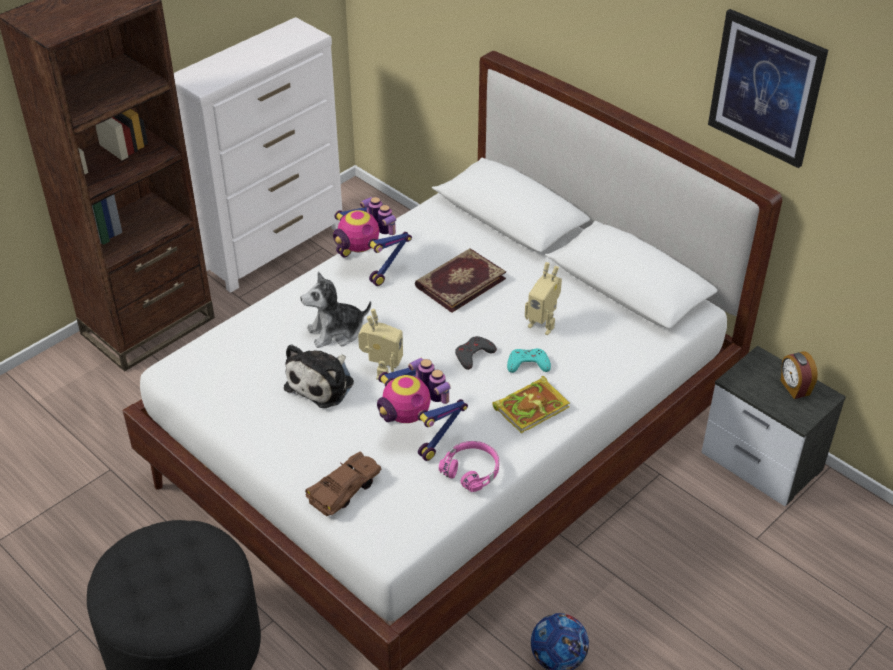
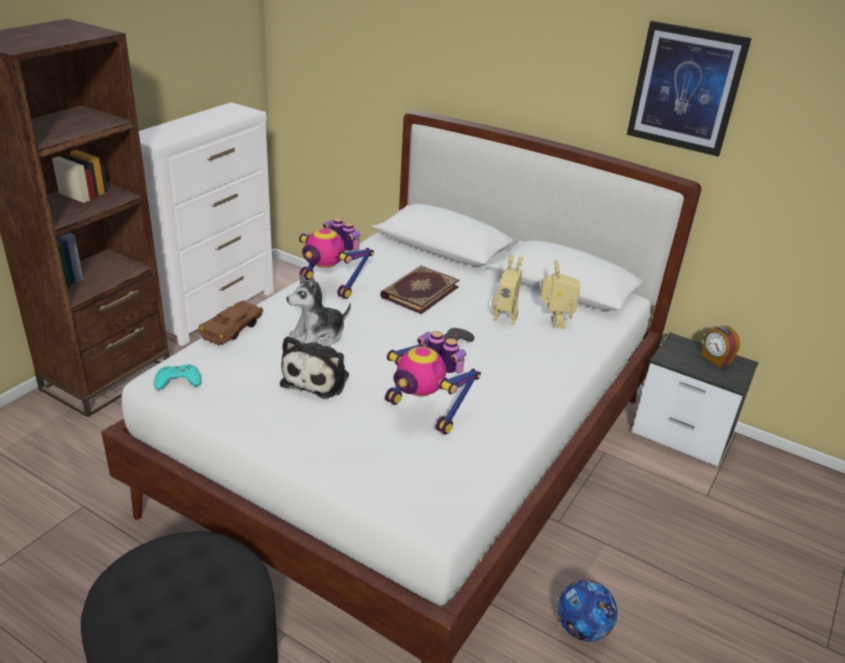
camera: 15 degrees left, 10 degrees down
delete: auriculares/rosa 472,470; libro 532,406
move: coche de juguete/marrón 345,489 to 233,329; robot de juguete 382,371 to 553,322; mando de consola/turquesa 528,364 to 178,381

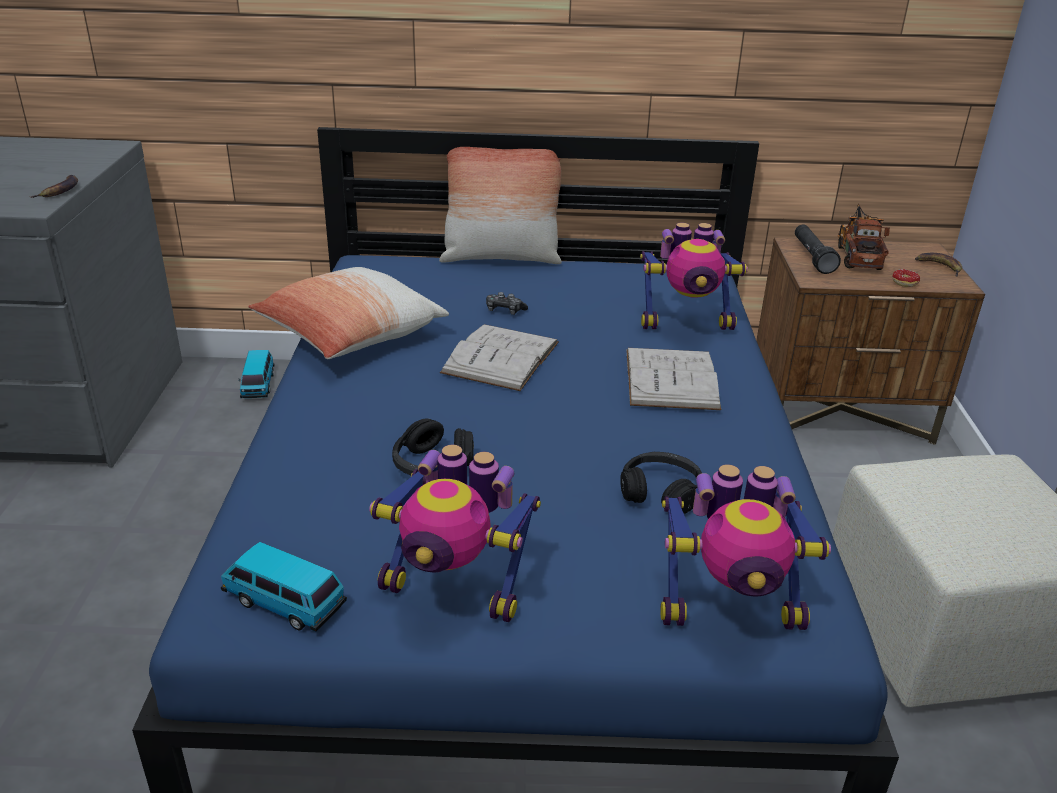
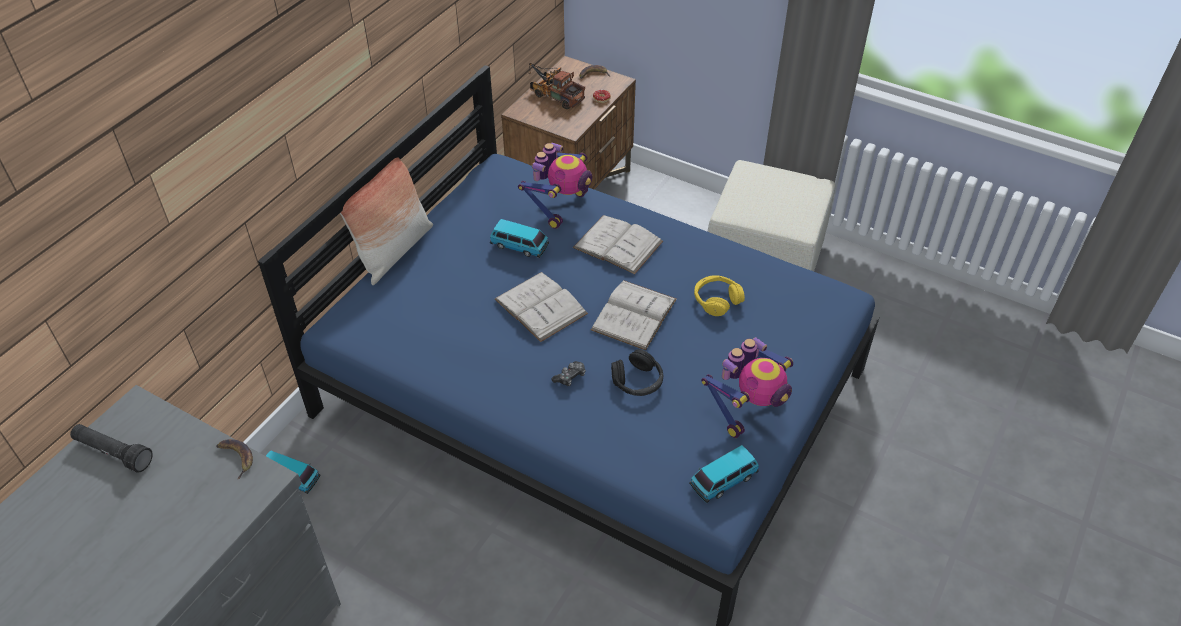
camera: 60 degrees left, 15 degrees up
delete: cojín 349,335; robot de juguete 730,608
insert: coche de juguete 519,246; libro/blanco 634,314
move: mando de consola 504,310 to 570,377; linterna/negro 812,257 to 113,453
recolor: auriculares/negro 661,492 to auriculares/amarillo 716,300

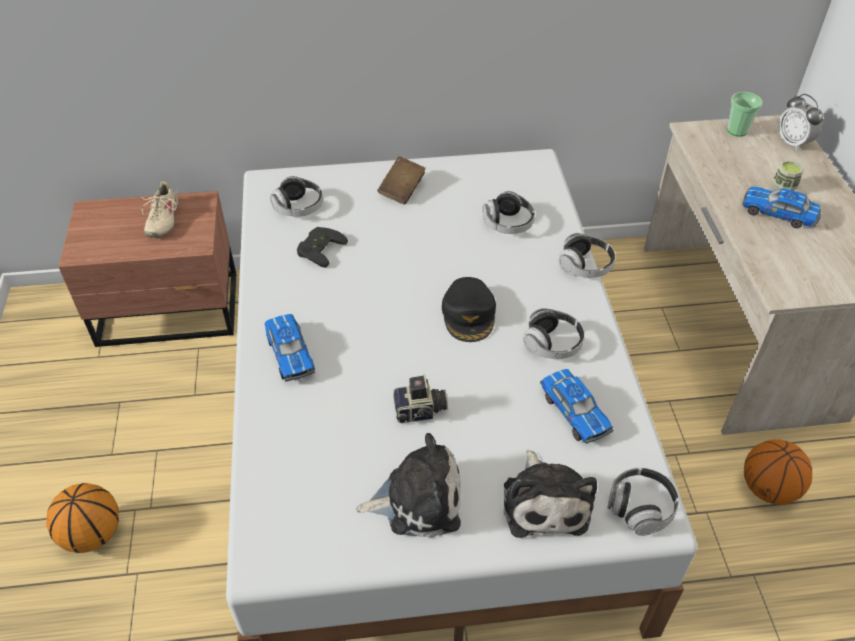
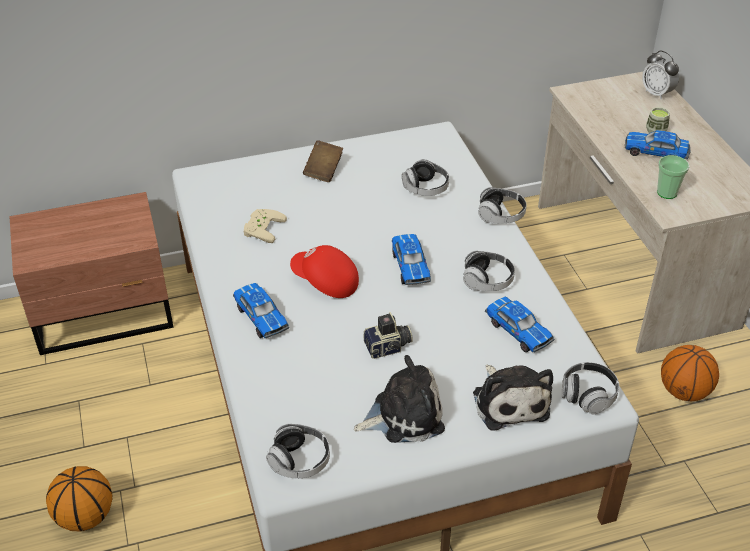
camera: 10 degrees left, 5 degrees down
delete: zapato/beis 162,220
insert: gorra/rojo 325,282
move: auriculares 299,207 to 300,461; taza 737,130 to 667,193
replace: gorra/negro 469,314 to coche de juguete 410,266
recolor: mando de consola/negro 319,248 to mando de consola/beis 261,228

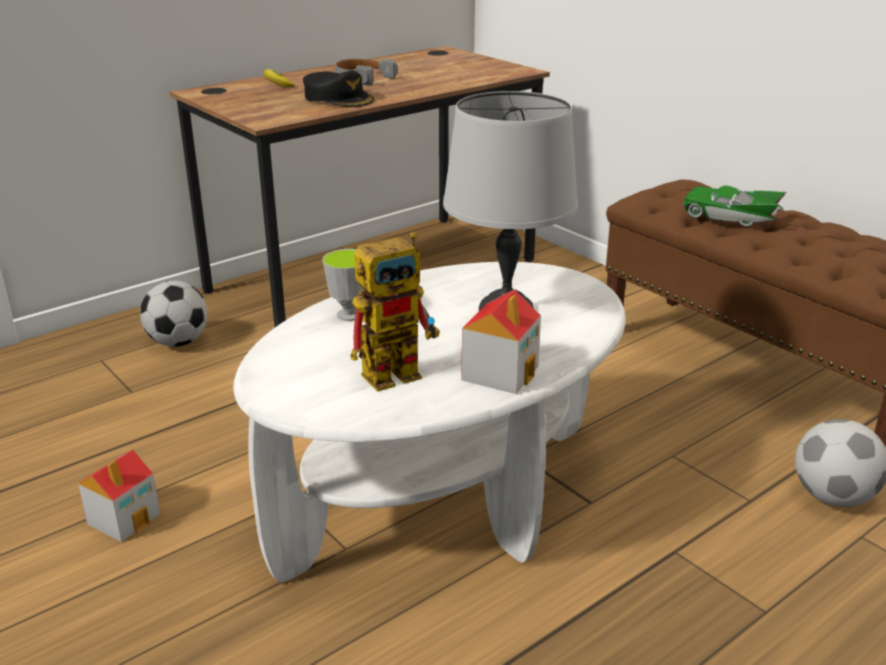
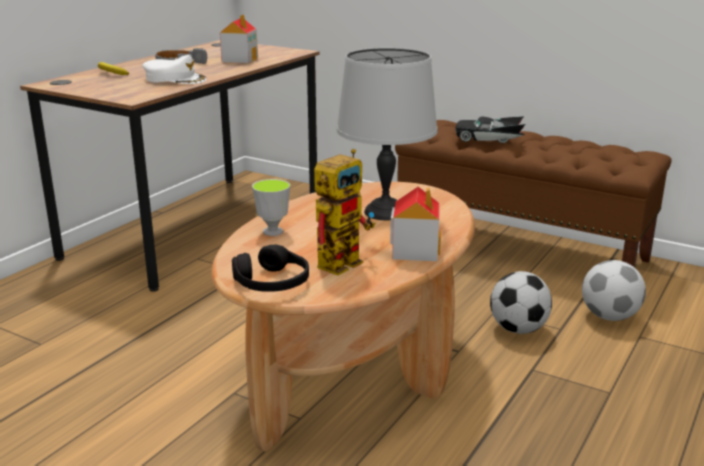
camera: 20 degrees left, 5 degrees down
insert: auriculares/negro 272,282
move: casita 124,518 to 240,59; balón de fútbol 178,342 to 518,329
recolor: mesa de centro/blanco 442,498 to mesa de centro/marrón 351,369; gorra/negro 338,98 to gorra/blanco 175,79; coche de juguete/verde 730,217 to coche de juguete/negro 488,138

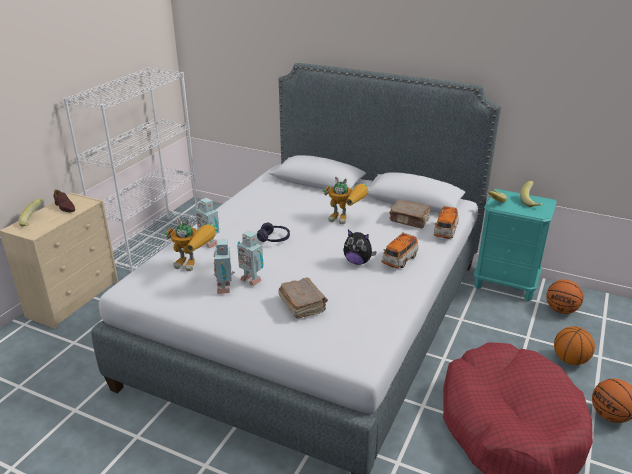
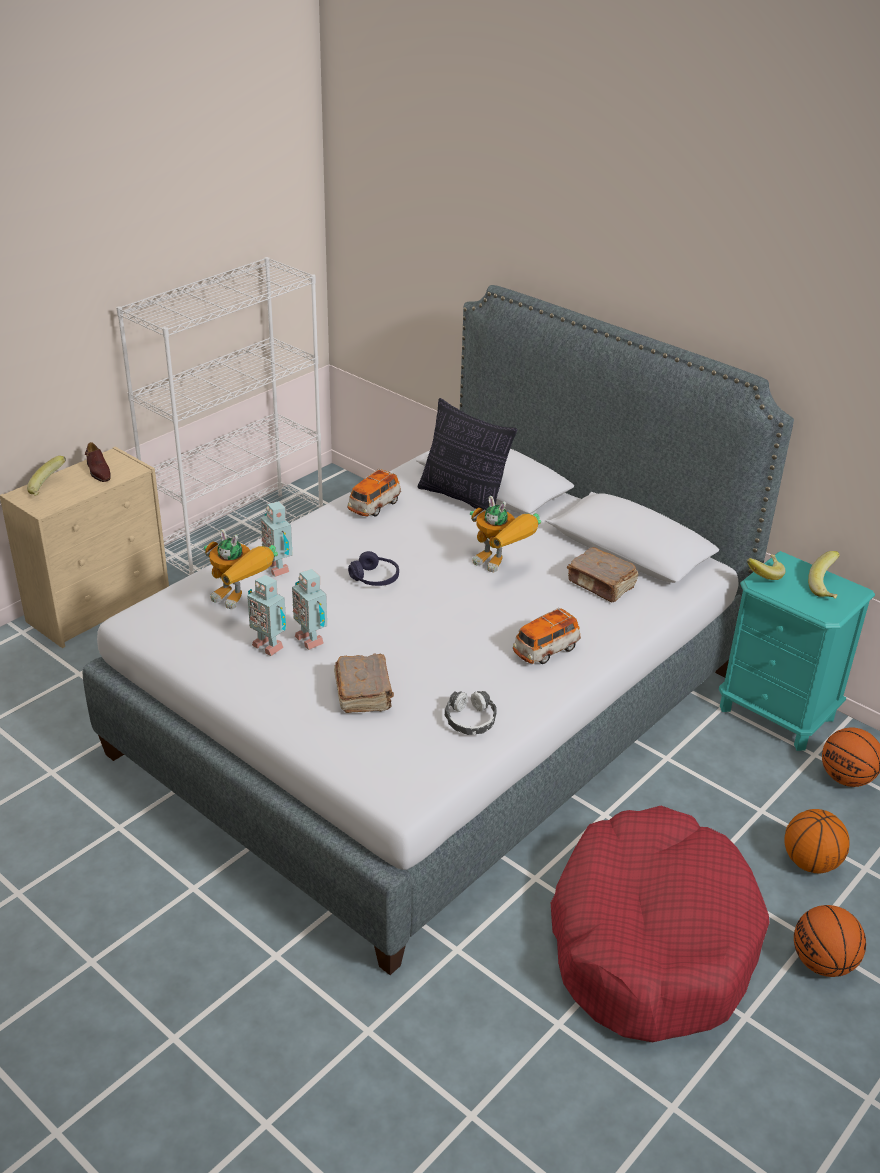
camera: 15 degrees right, 5 degrees up
delete: peluche 358,262
insert: cojín 464,499; auriculares 470,720
move: coche de juguete 445,232 to 374,506
rotate: robot de juguete 225,288 = 269,645 60 degrees counterclockwise

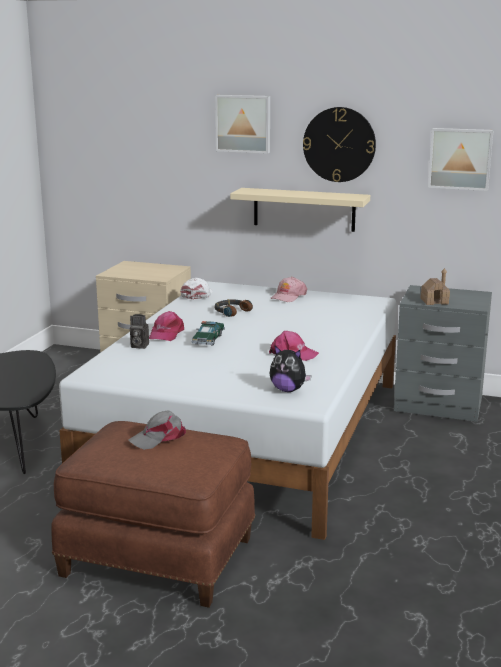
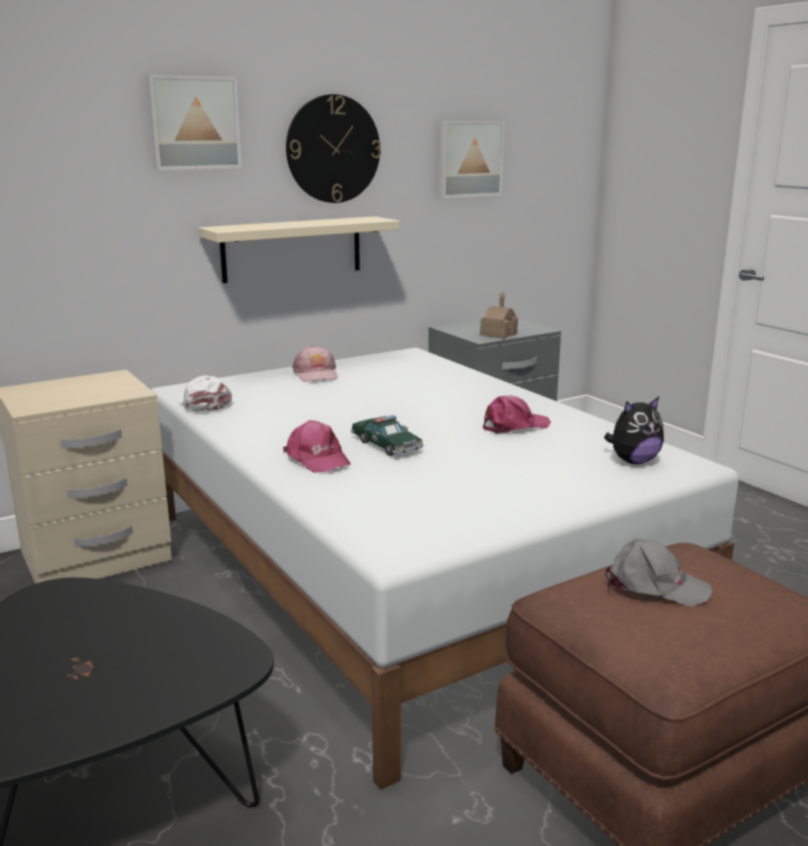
camera: 50 degrees left, 0 degrees up
delete: cámara 138,346; auriculares 231,311
rotate: gorra/gris 159,438 = 654,586 75 degrees counterclockwise

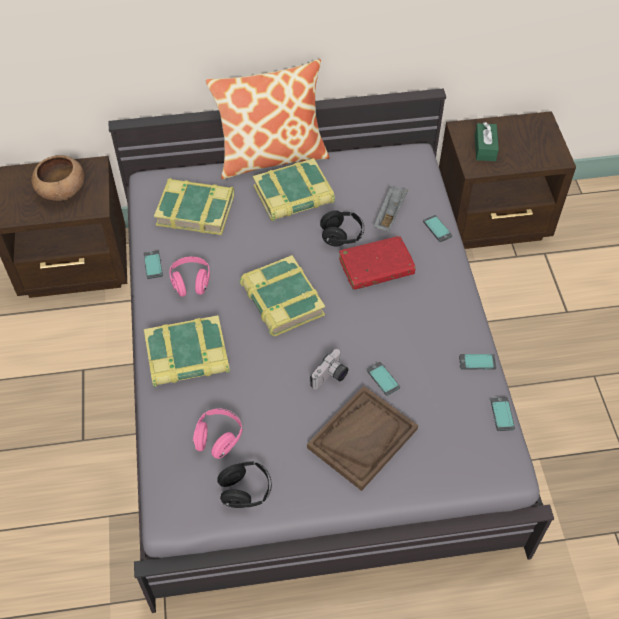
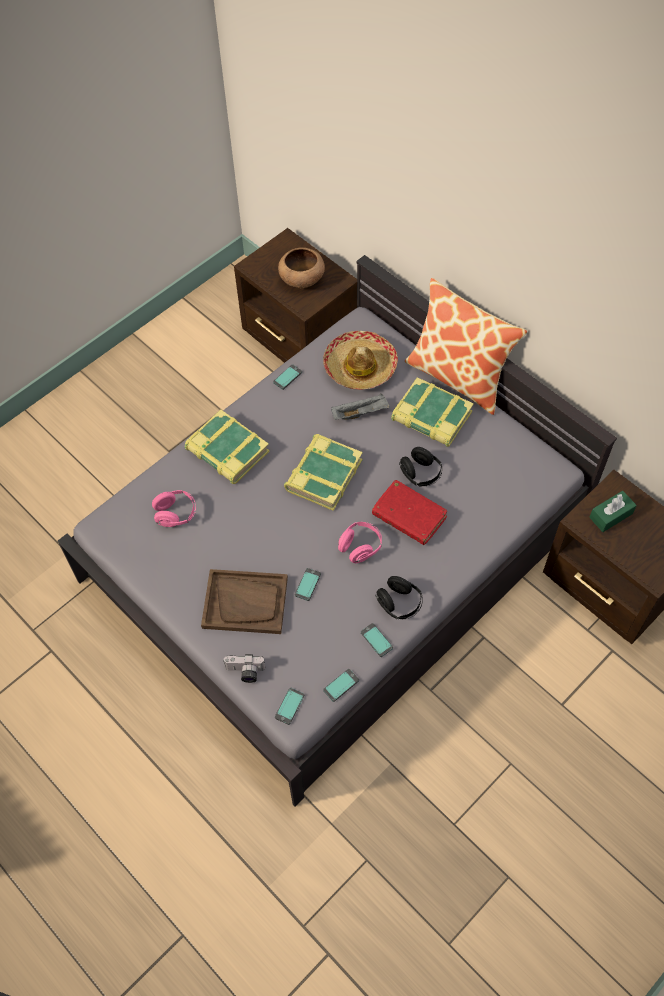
camera: 55 degrees right, 5 degrees up
move: auriculares/rosa 191,283 to 360,547; auriculares/negro 245,491 to 399,604; cámara 330,377 to 245,672; bandeja/gris 389,214 to 360,413; móvil 437,229 to 289,706
replace: libro 196,210 to sombrero 359,367

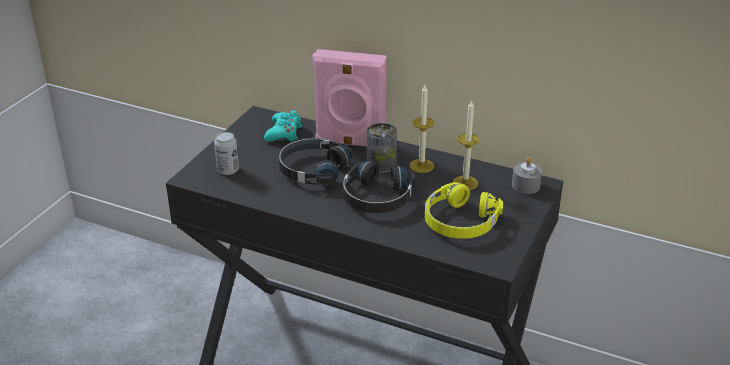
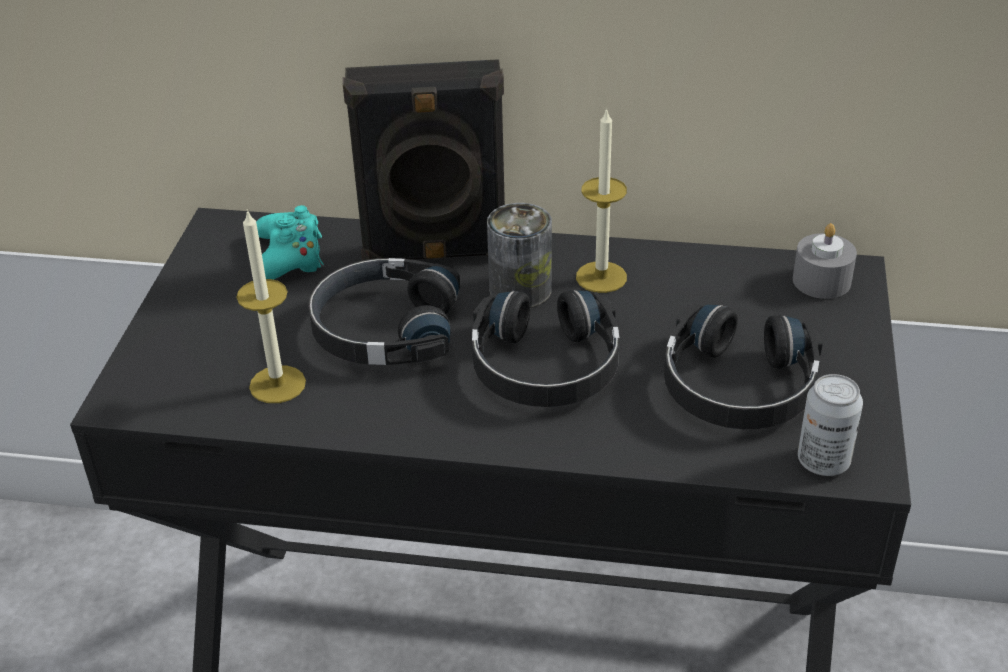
camera: 15 degrees left, 5 degrees up
move: lata 228,170 to 823,461; vela 465,183 to 277,384
recolor: altavoz/rosa 350,143 to altavoz/negro 435,254; auriculares/amarillo 459,221 to auriculares/negro 738,387

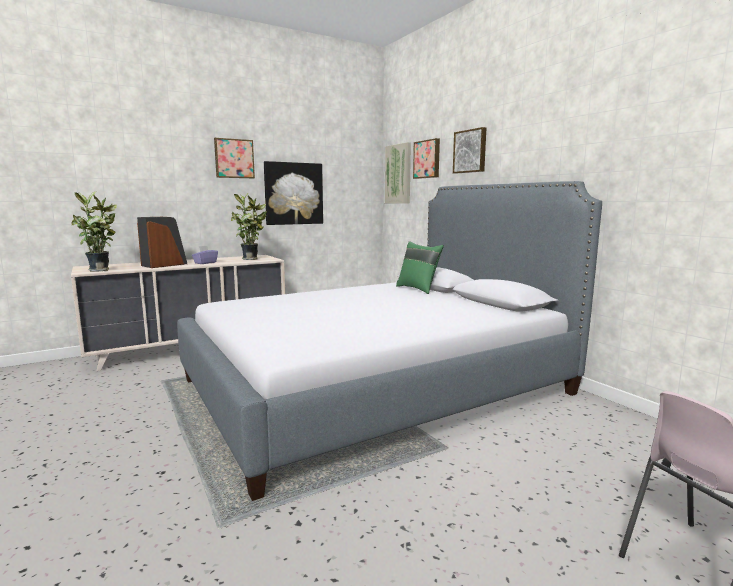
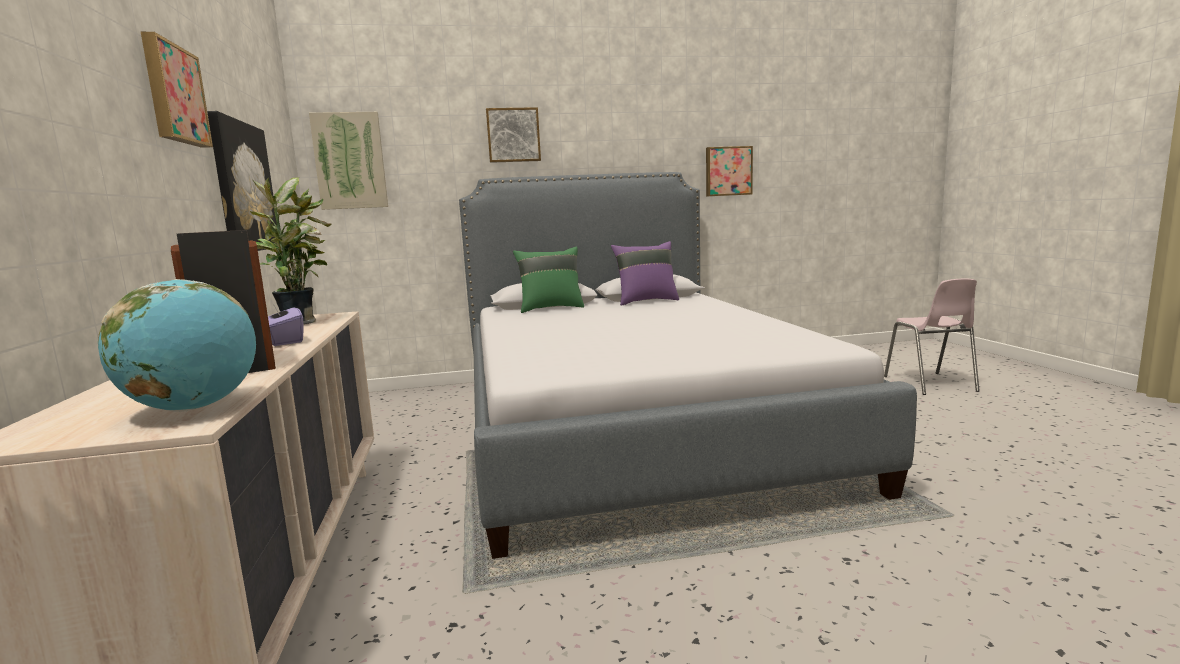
camera: 70 degrees left, 0 degrees up
insert: cojín/morado 646,301
move: cuadro 427,159 to 728,171
replace: planta en maceta 101,270 to globo terráqueo 194,408

